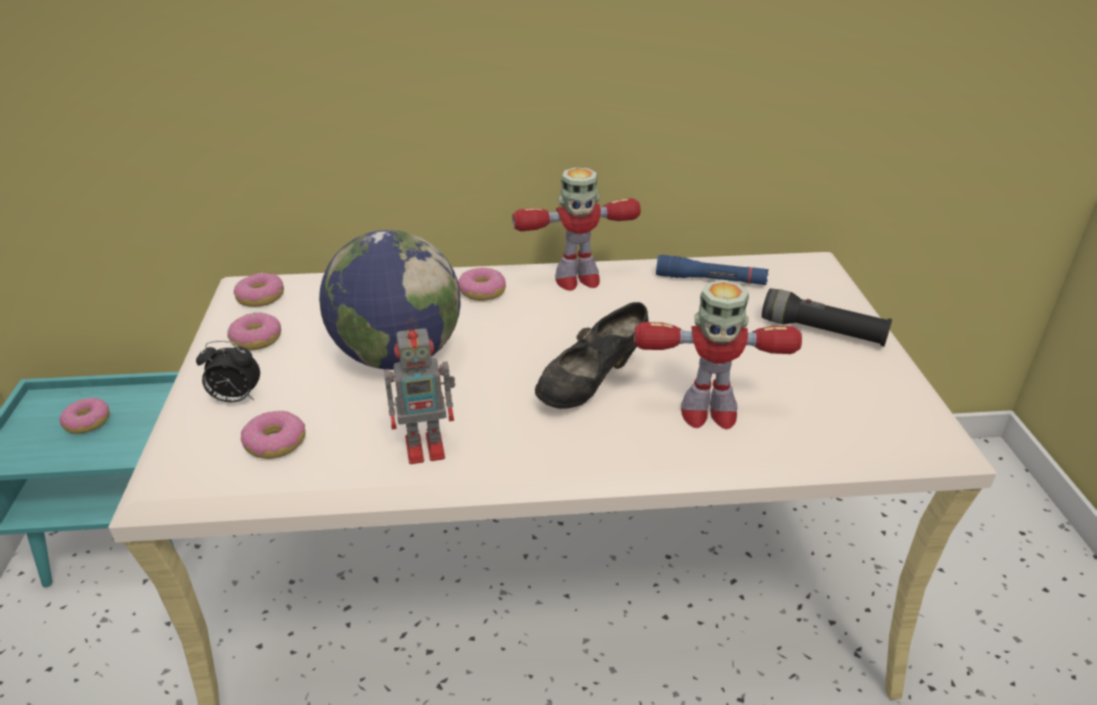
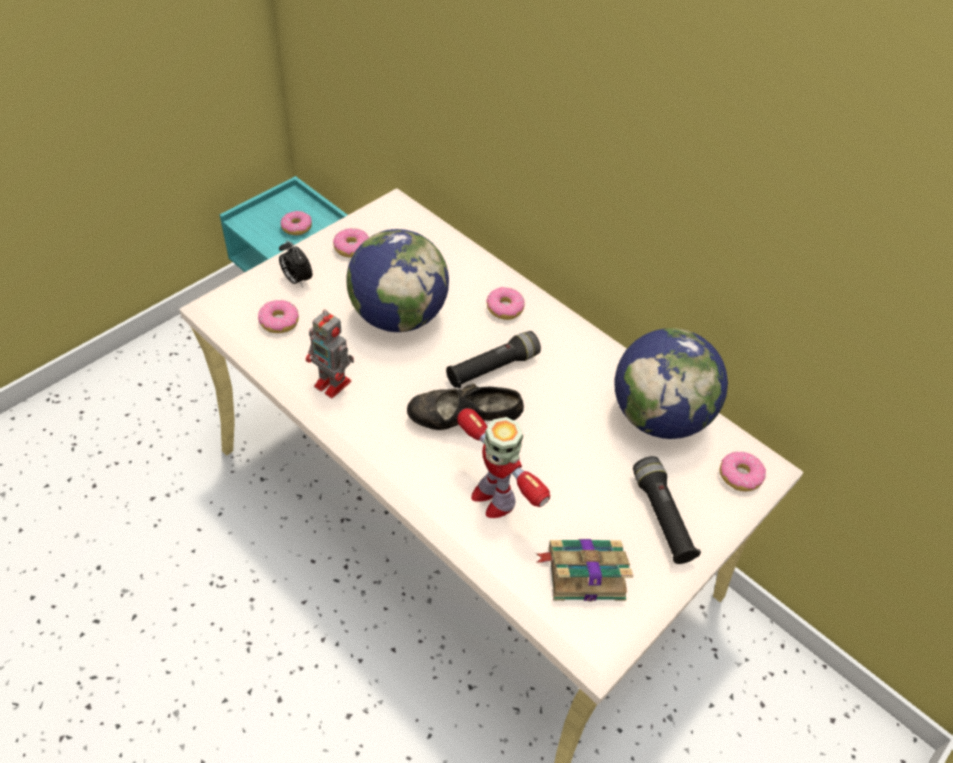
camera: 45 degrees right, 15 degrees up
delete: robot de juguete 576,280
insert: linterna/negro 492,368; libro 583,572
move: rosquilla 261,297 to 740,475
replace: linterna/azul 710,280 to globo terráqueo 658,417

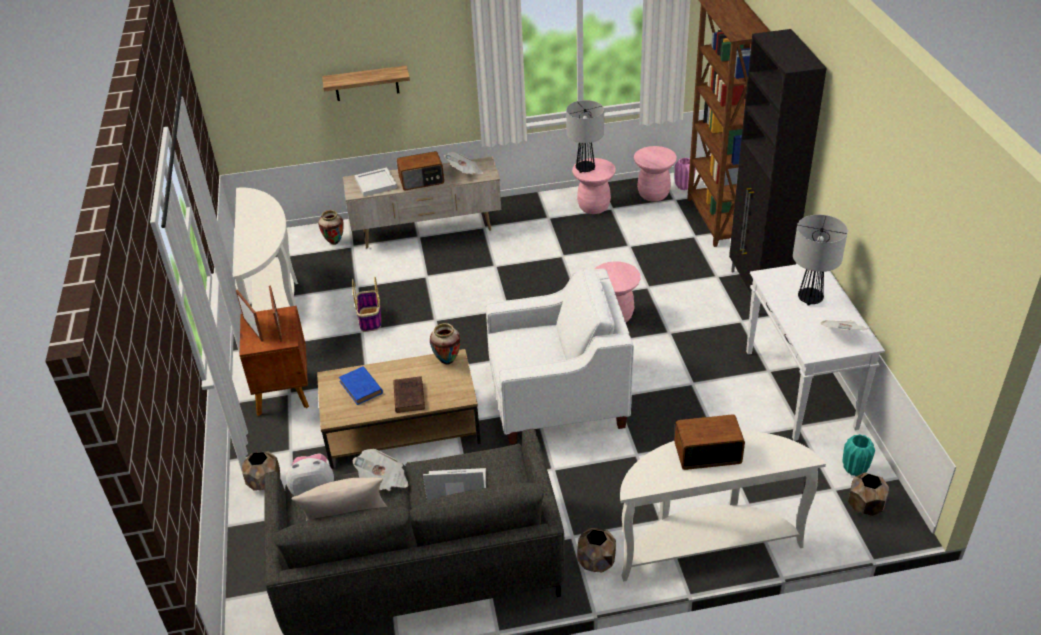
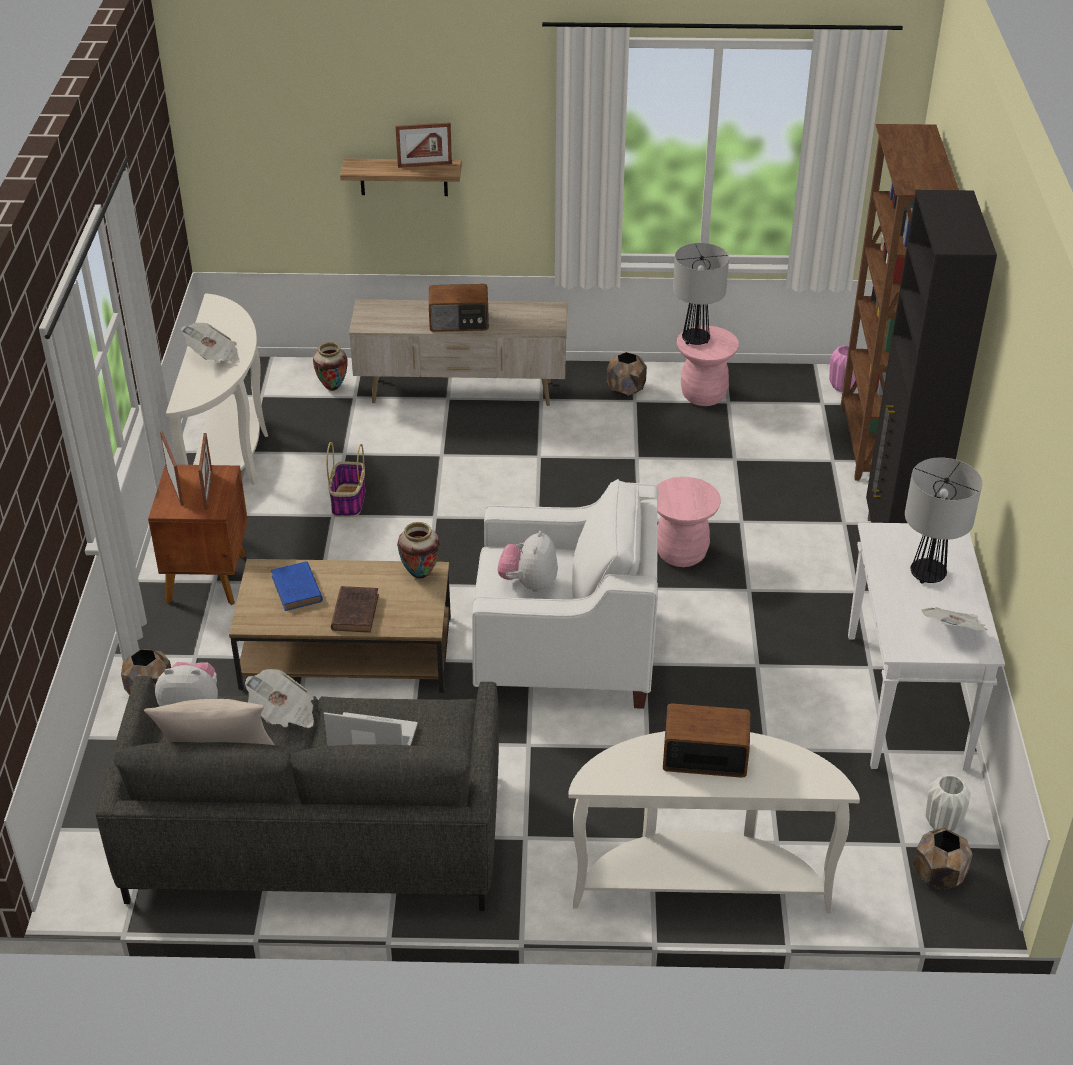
camera: 10 degrees right, 0 degrees up
delete: bandeja/blanco 375,184; taburete/rosa 653,194
insert: portarretratos 424,165; peluche 529,583
move: periódico 465,172 to 214,356; maceta/marrón 597,562 to 626,390
recolor: florero/turquesa 854,469 to florero/blanco 942,823

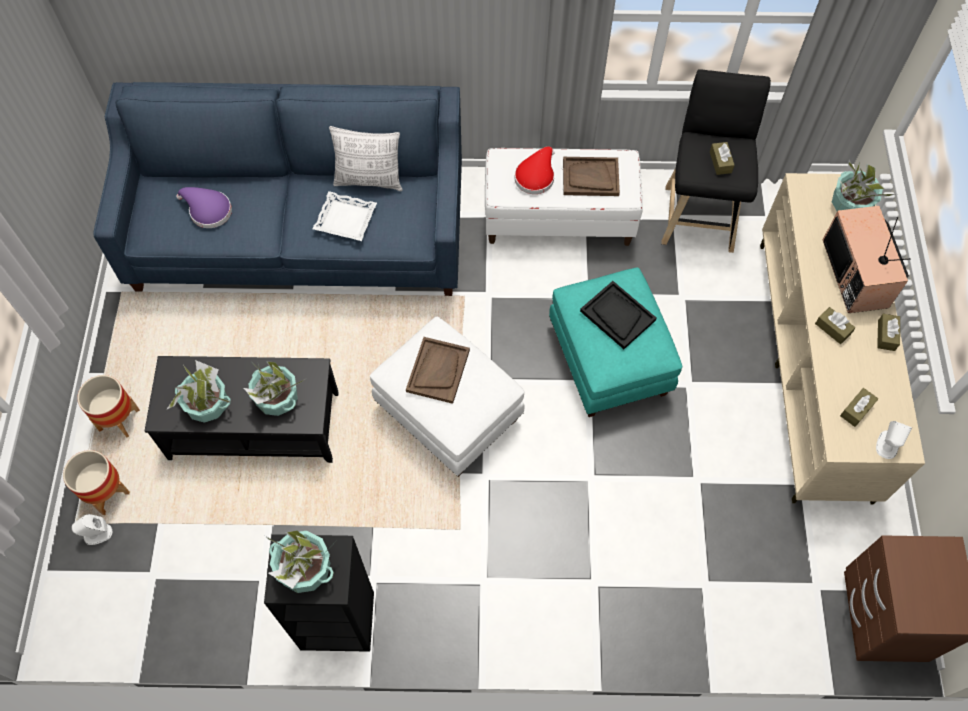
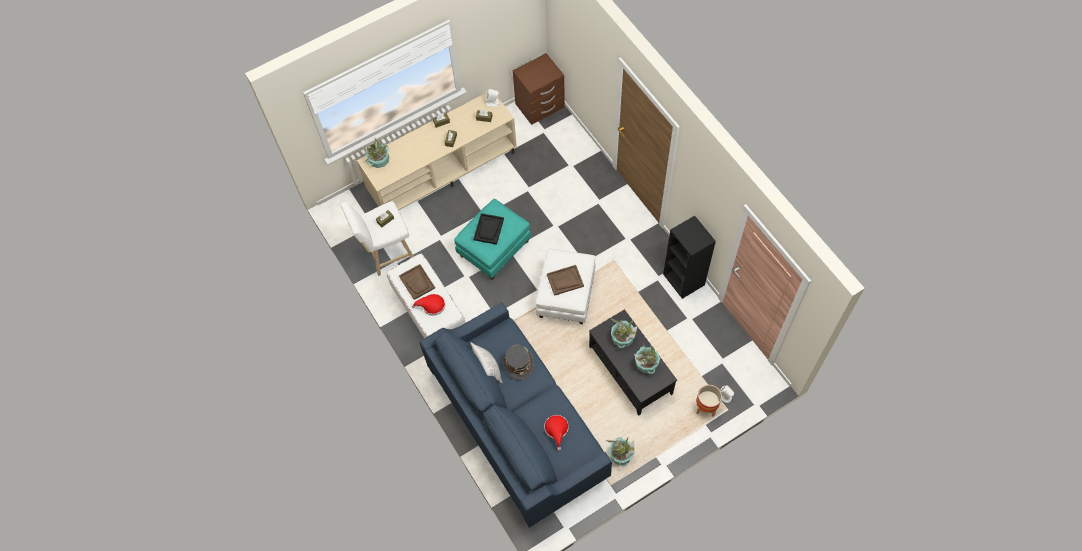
camera: 120 degrees left, 0 degrees up
delete: maceta 119,420; televisor 857,274
move: planta en maceta 304,568 to 621,455
replace: bandeja/blanco 346,219 to sombrero/gris 518,364
recolor: sombrero/morado 207,210 to sombrero/rojo 557,430; taburete/negro 699,214 to taburete/blanco 386,253

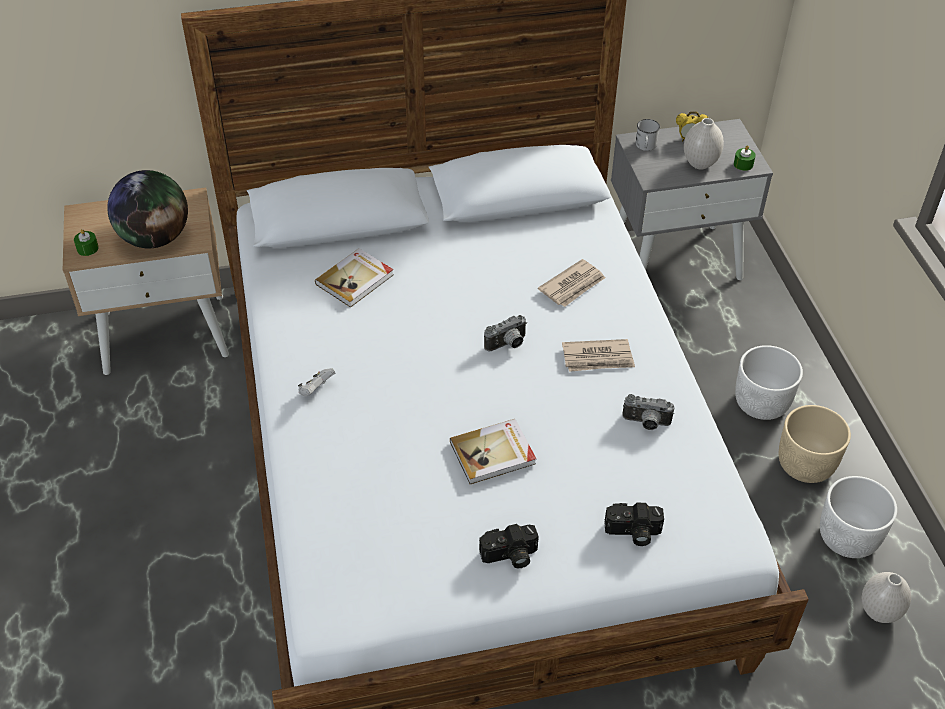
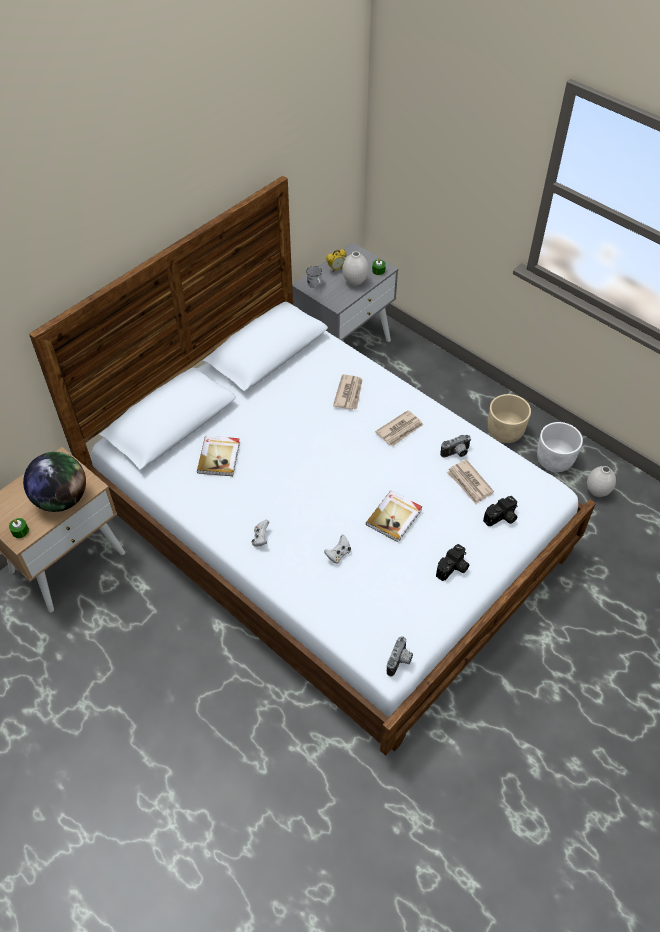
camera: 35 degrees left, 5 degrees up
delete: maceta/blanco 762,403
insert: mando de consola/blanco 338,554; periódico 469,483
move: cámara 507,345 to 400,662

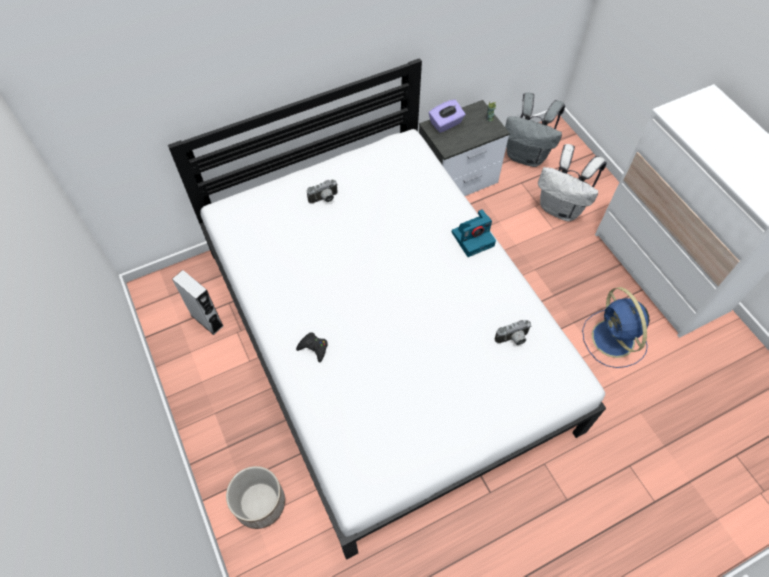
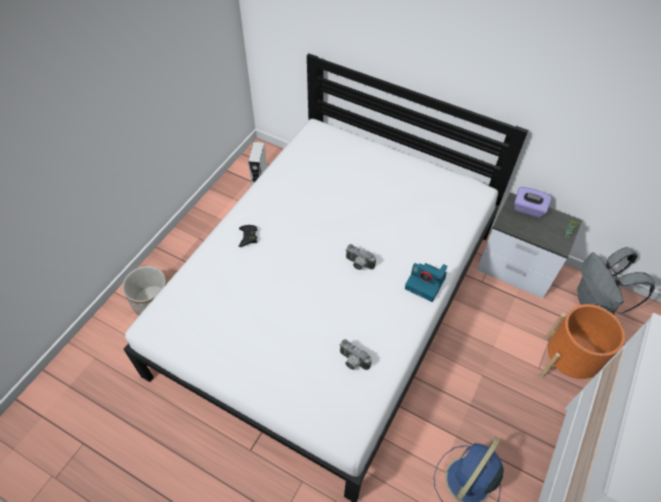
camera: 55 degrees right, 5 degrees down
move: cámara 324,199 to 358,264
replace: mochila/blanco 561,208 to maceta/naranja 567,363

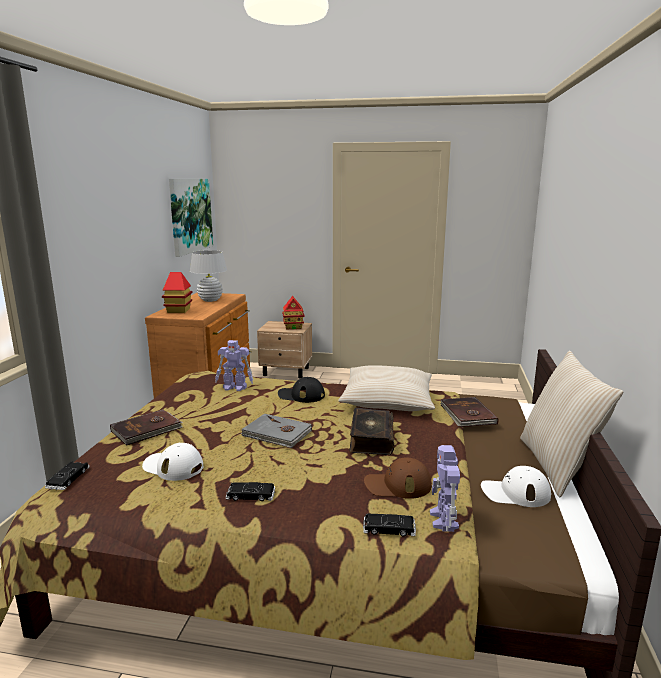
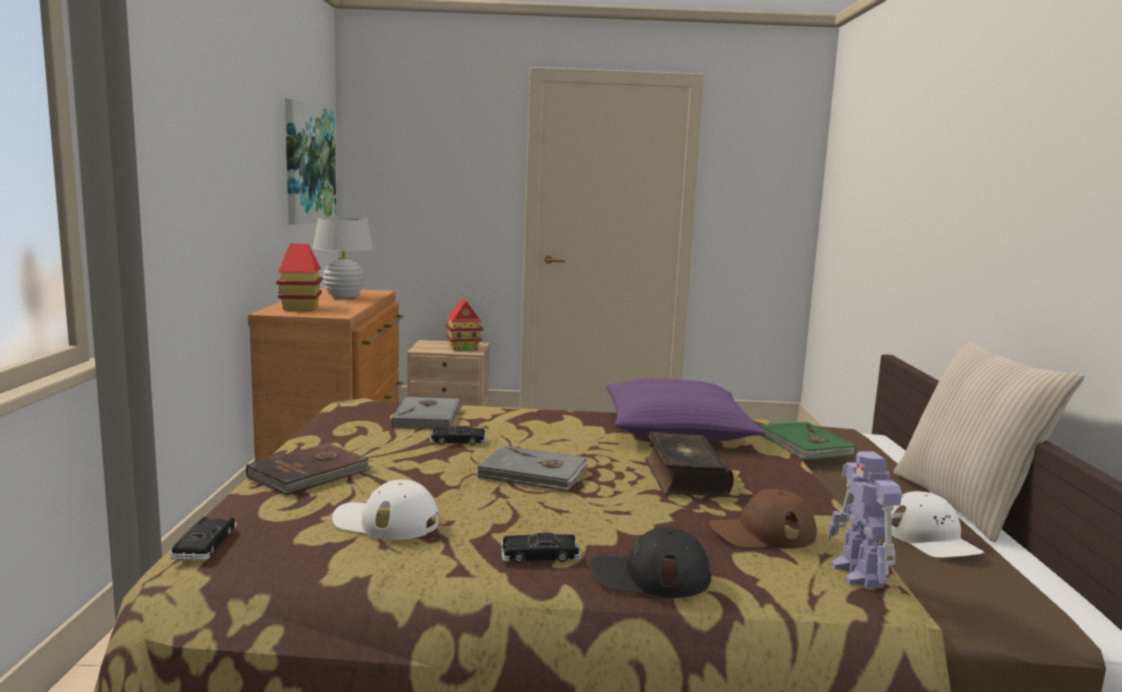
camera: 10 degrees left, 5 degrees down
move: gorra/negro 301,395 to 649,576; coche de juguete/negro 389,529 to 458,441
replace: robot de juguete 235,387 to libro/gris 427,417
recolor: cojín/beis 387,400 to cojín/morado 676,429; libro/marrón 467,415 to libro/verde 804,445
rotate: gorra/blanco 515,493 = 931,539 105 degrees counterclockwise

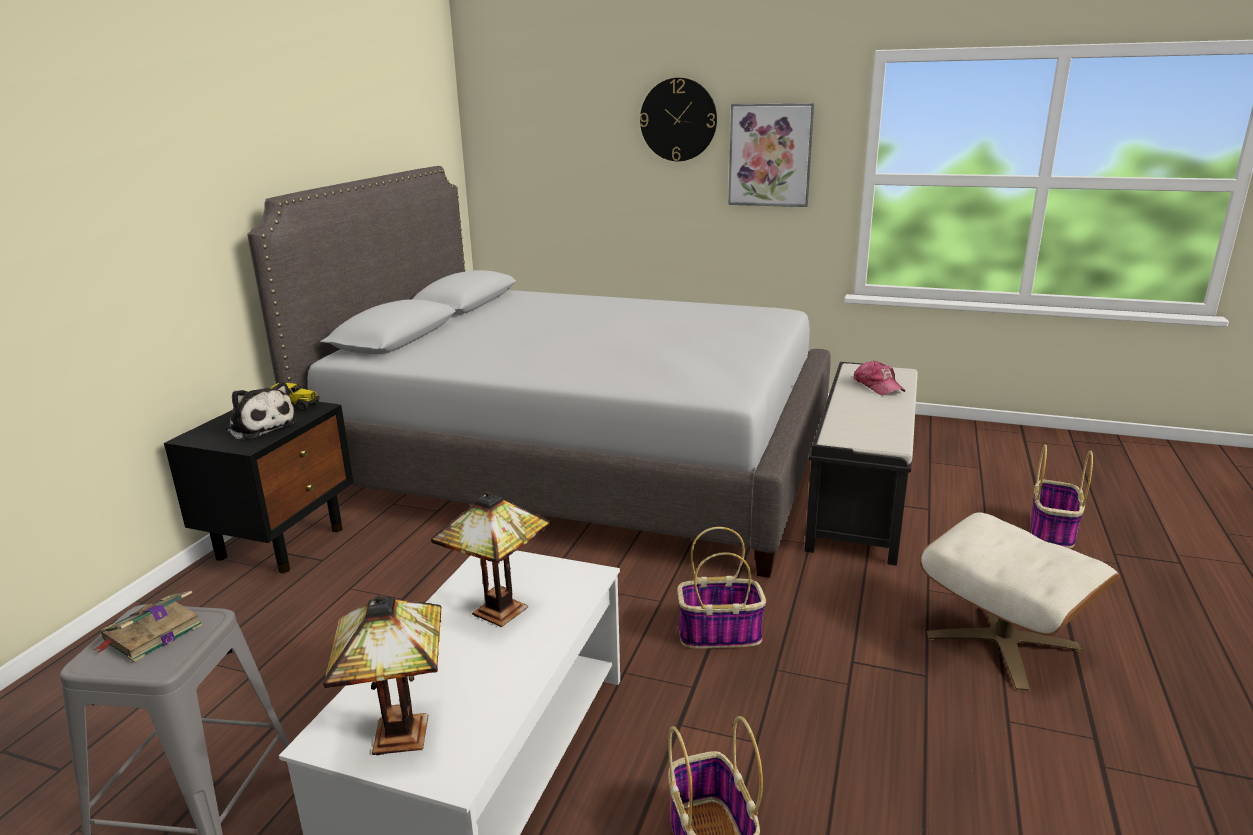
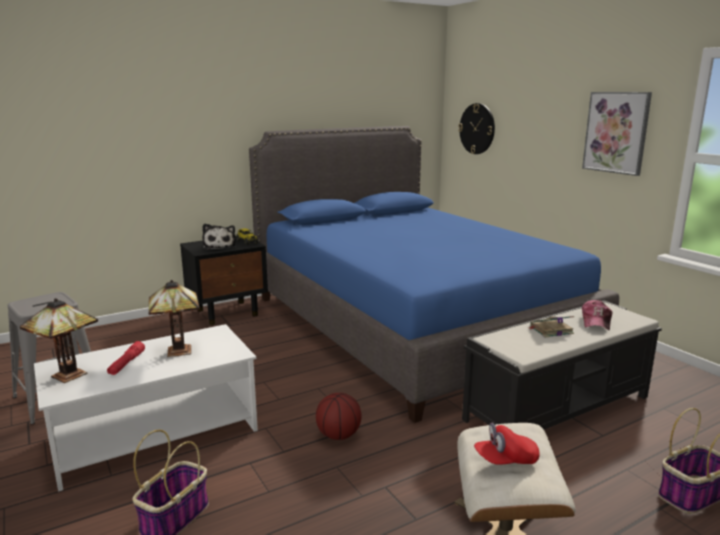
camera: 40 degrees right, 5 degrees down
insert: linterna/rojo 127,364; gorra/rojo 505,460
move: libro 151,634 to 550,330; reloj de pared 678,120 to 477,129
replace: cesta 720,633 to balón de baloncesto 339,435
recolor: cama/gris 581,461 to cama/azul 412,324

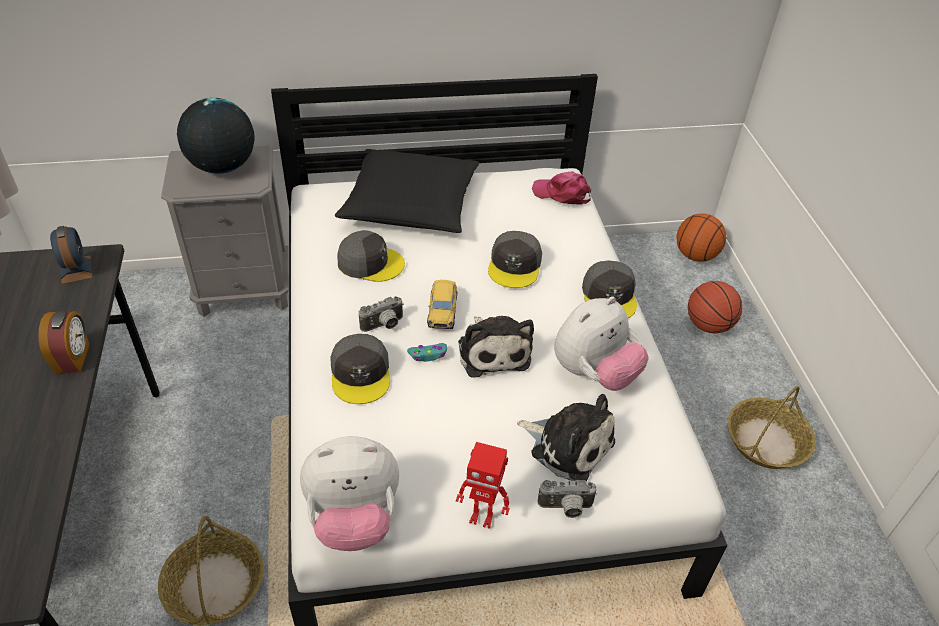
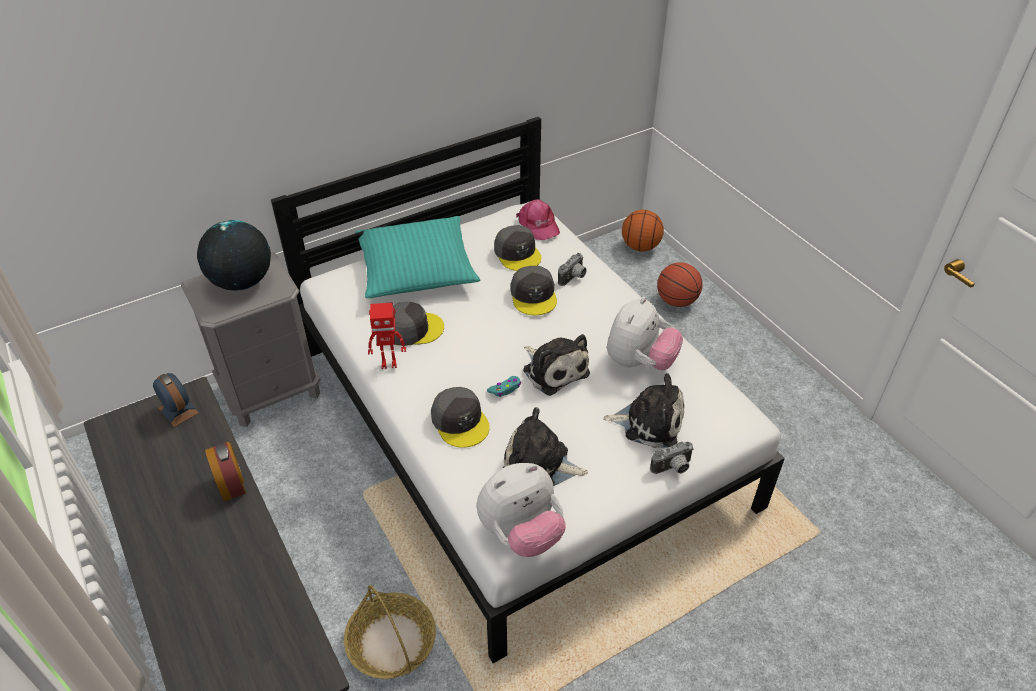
camera: 20 degrees left, 0 degrees up
delete: coche de juguete 442,311; cesta 766,441
insert: peluche 539,464
move: cámara 384,326 to 573,278; robot de juguete 482,517 to 389,363; gorra/gris 609,296 to 517,253
recolor: cojín/negro 410,204 to cojín/turquesa 416,269
rotate: gorra/rosa 562,194 = 538,225 120 degrees counterclockwise

